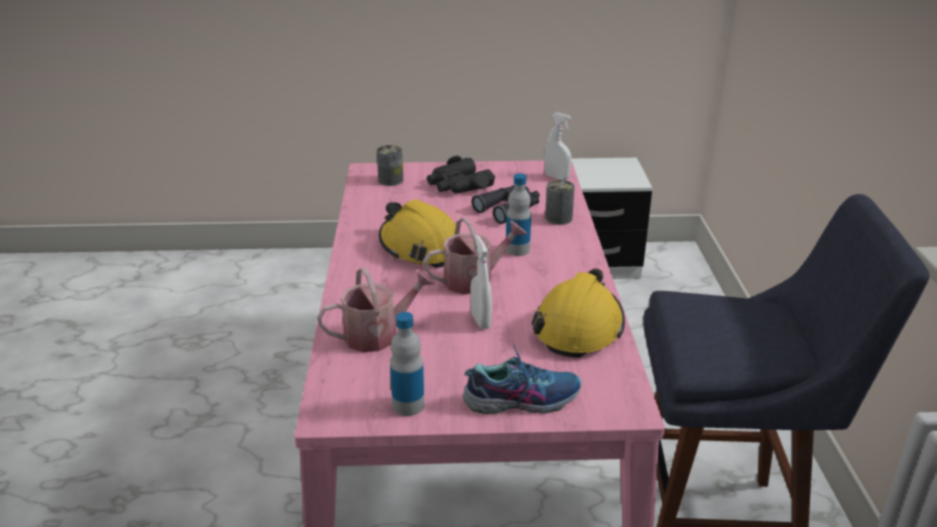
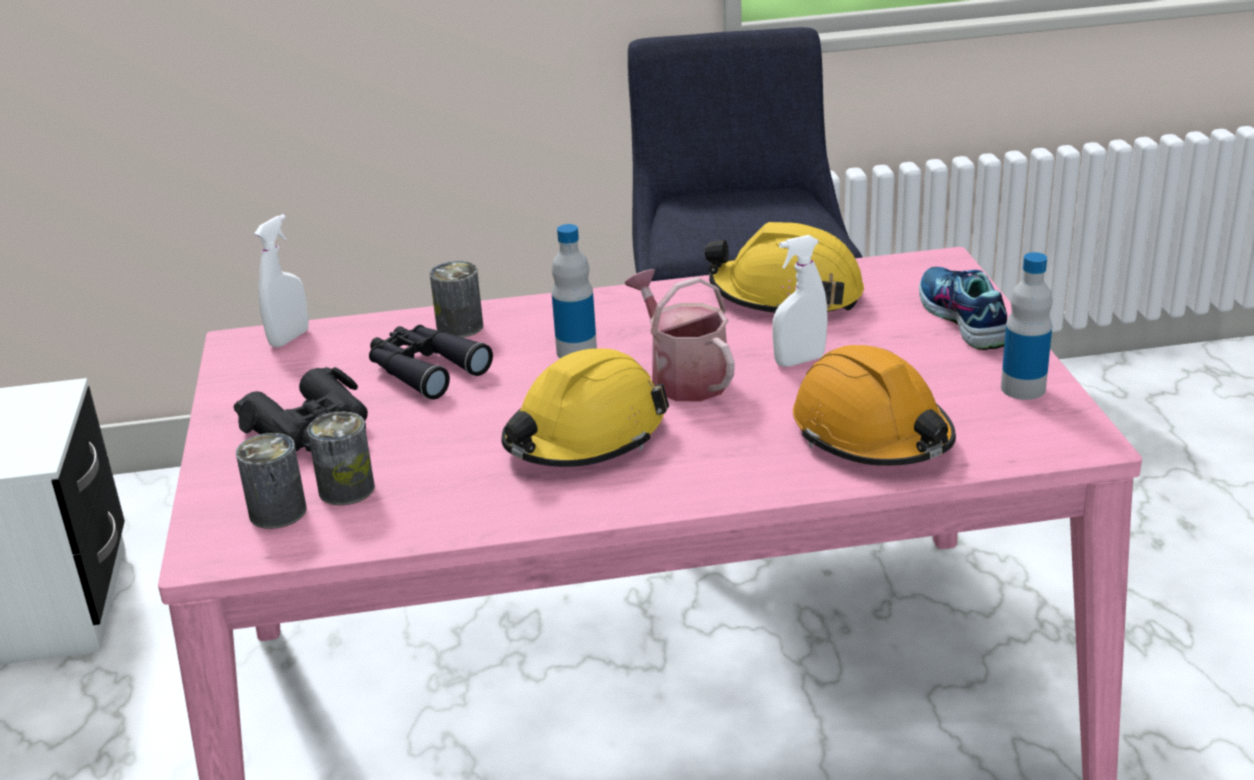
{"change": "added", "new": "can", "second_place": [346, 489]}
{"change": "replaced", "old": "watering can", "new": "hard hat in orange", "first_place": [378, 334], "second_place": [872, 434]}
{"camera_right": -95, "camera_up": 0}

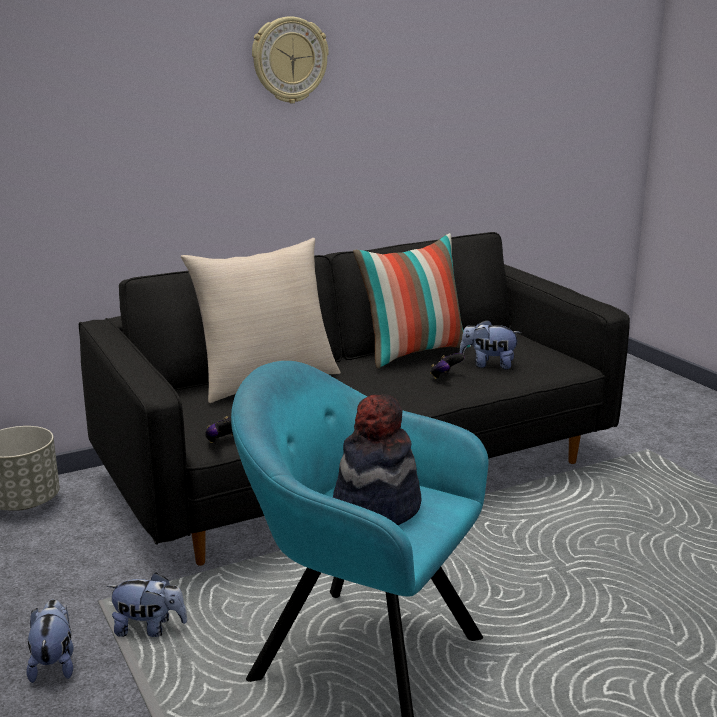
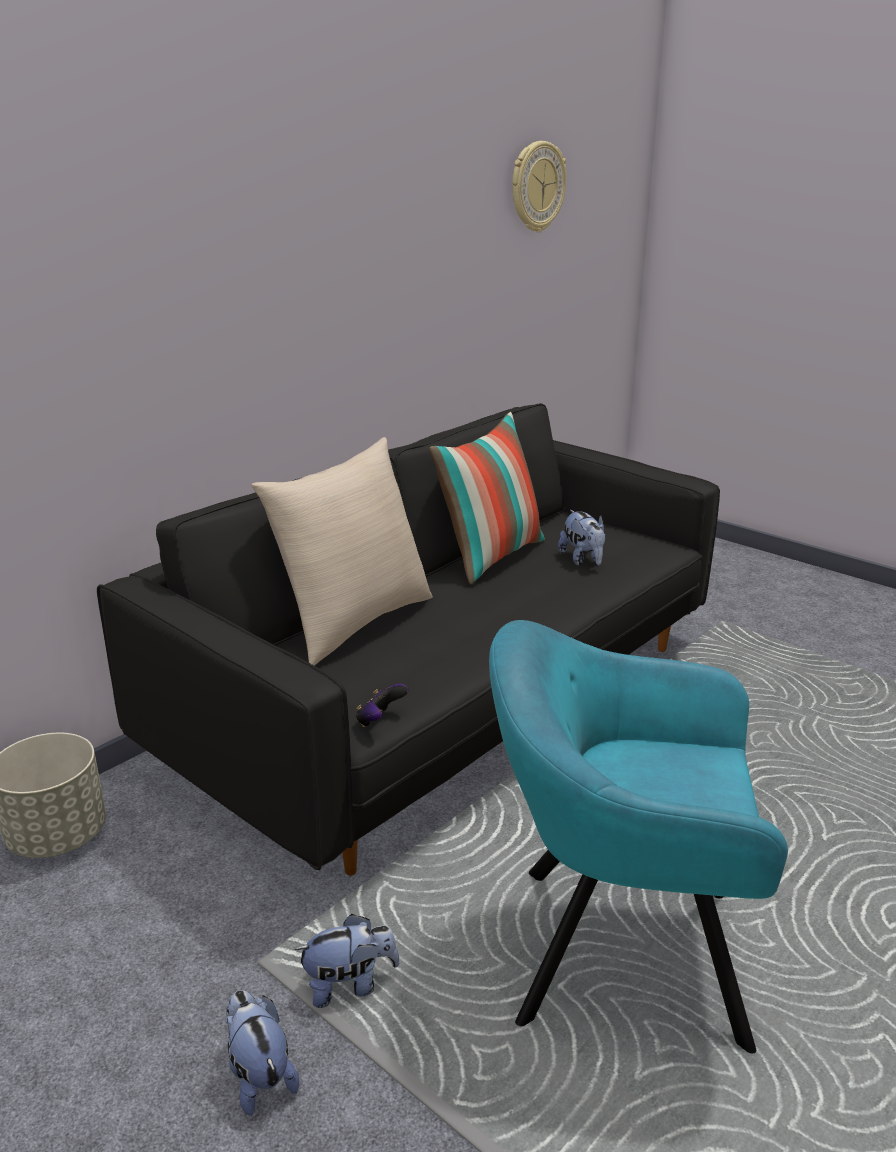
{"change": "moved", "old": "wall clock", "first_place": [289, 60], "second_place": [536, 187]}
{"change": "turned", "old": "plush toy", "first_place": [488, 364], "second_place": [583, 560], "degrees": -105}
{"change": "removed", "old": "hat", "first_place": [375, 507]}
{"change": "removed", "old": "game controller", "first_place": [445, 376]}
{"camera_right": -20, "camera_up": 5}

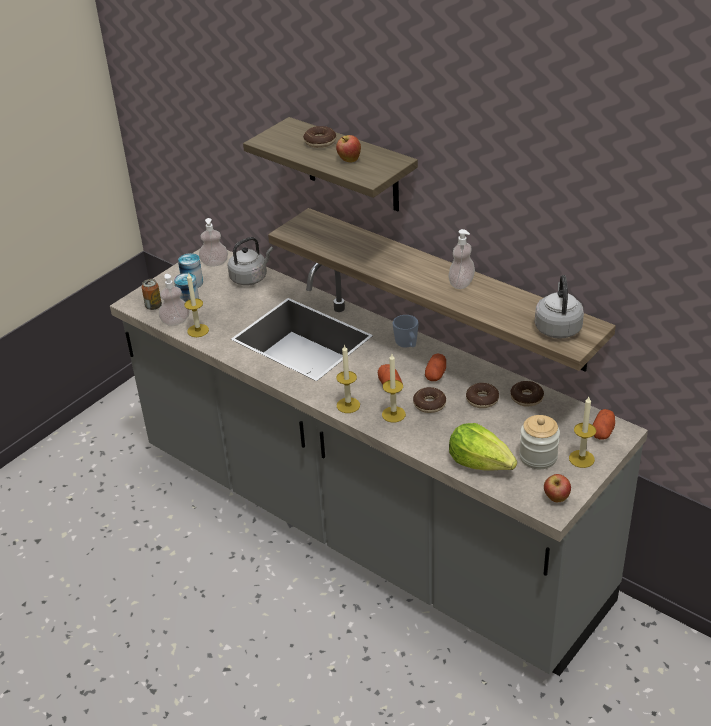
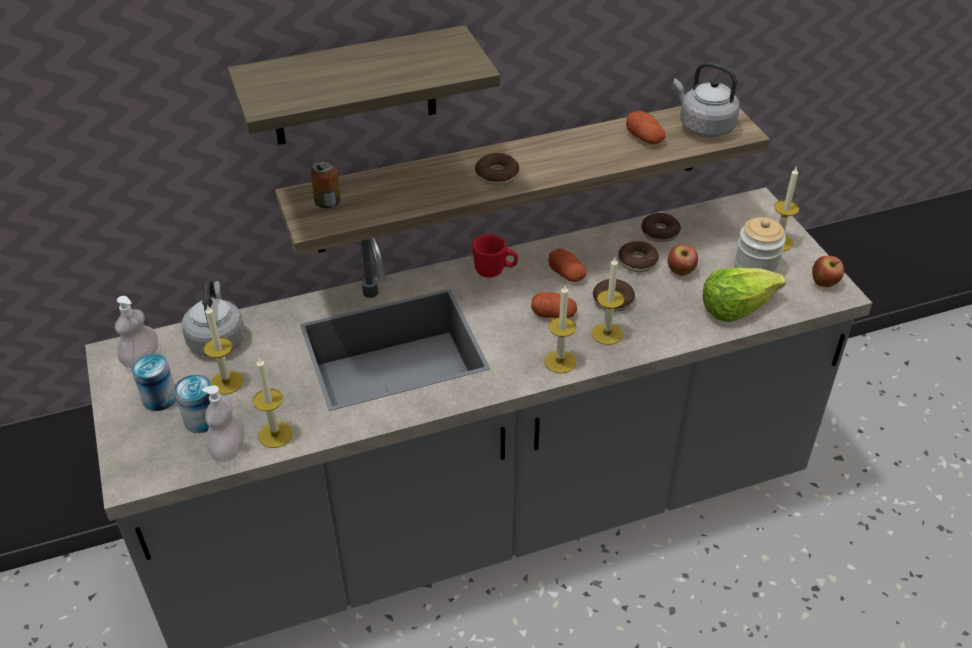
{"change": "added", "new": "candle", "second_place": [226, 382]}
{"change": "moved", "old": "can", "first_place": [153, 306], "second_place": [328, 203]}
{"change": "recoloured", "old": "mug in blue", "new": "mug in red", "first_place": [407, 345], "second_place": [495, 271]}
{"change": "moved", "old": "donut", "first_place": [320, 142], "second_place": [497, 175]}
{"change": "moved", "old": "potato", "first_place": [602, 432], "second_place": [644, 138]}
{"change": "moved", "old": "apple", "first_place": [349, 160], "second_place": [680, 272]}
{"change": "removed", "old": "soap dispenser", "first_place": [461, 283]}
{"camera_right": -60, "camera_up": 5}

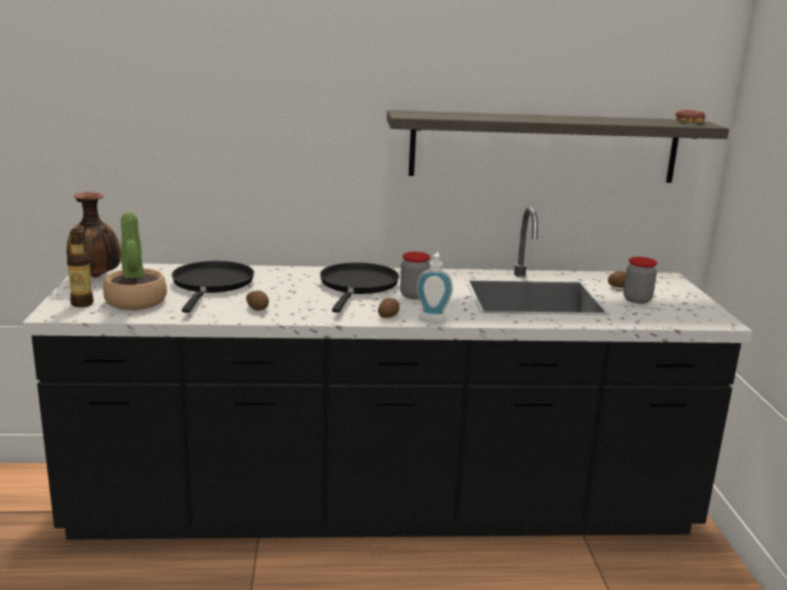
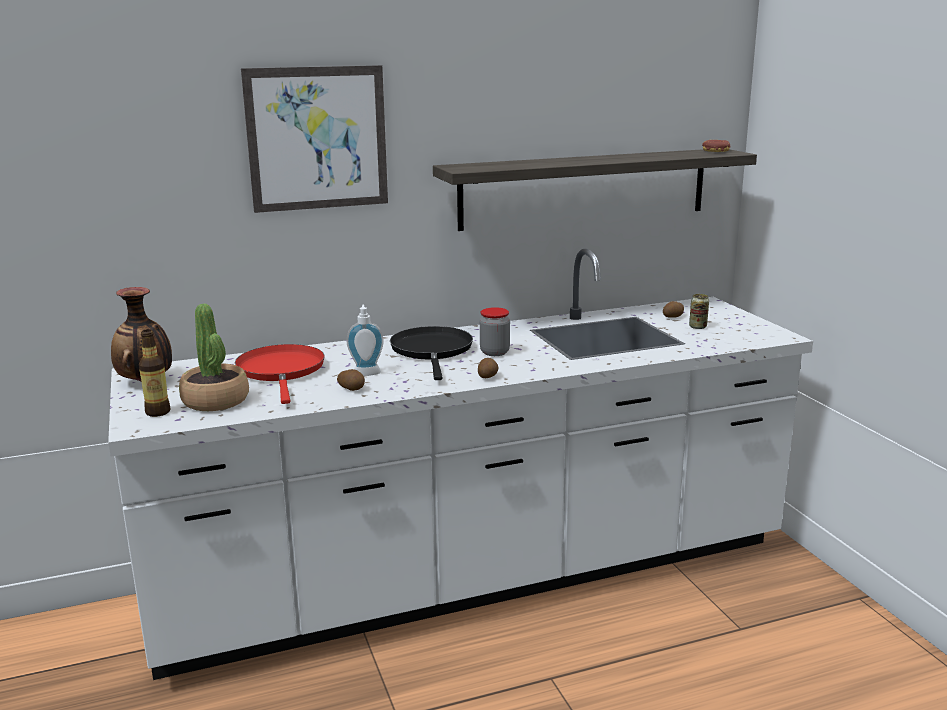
{"change": "recoloured", "old": "counter in black", "new": "counter in white", "first_place": [384, 509], "second_place": [475, 577]}
{"change": "recoloured", "old": "frying pan in black", "new": "frying pan in red", "first_place": [212, 284], "second_place": [281, 371]}
{"change": "added", "new": "picture", "second_place": [317, 138]}
{"change": "moved", "old": "soap dispenser", "first_place": [433, 318], "second_place": [366, 372]}
{"change": "replaced", "old": "jar", "new": "can", "first_place": [637, 300], "second_place": [698, 327]}
{"camera_right": -15, "camera_up": 0}

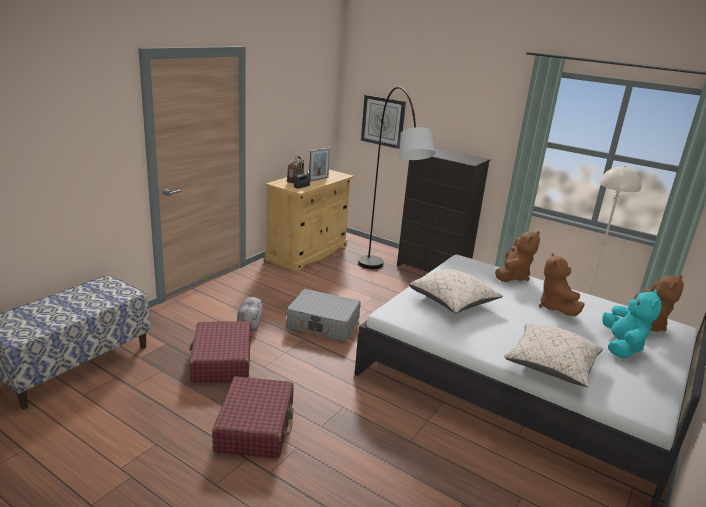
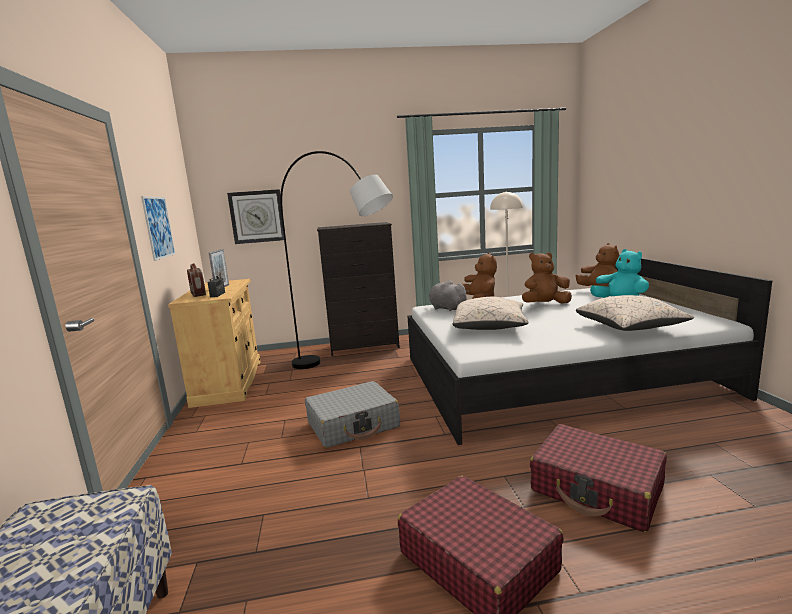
{"change": "added", "new": "picture", "second_place": [158, 227]}
{"change": "moved", "old": "plush toy in grey", "first_place": [250, 323], "second_place": [446, 308]}
{"change": "turned", "old": "plush toy in brown", "first_place": [556, 308], "second_place": [545, 304], "degrees": 120}
{"change": "moved", "old": "suitcase in red", "first_place": [221, 361], "second_place": [597, 489]}
{"camera_right": -40, "camera_up": -10}

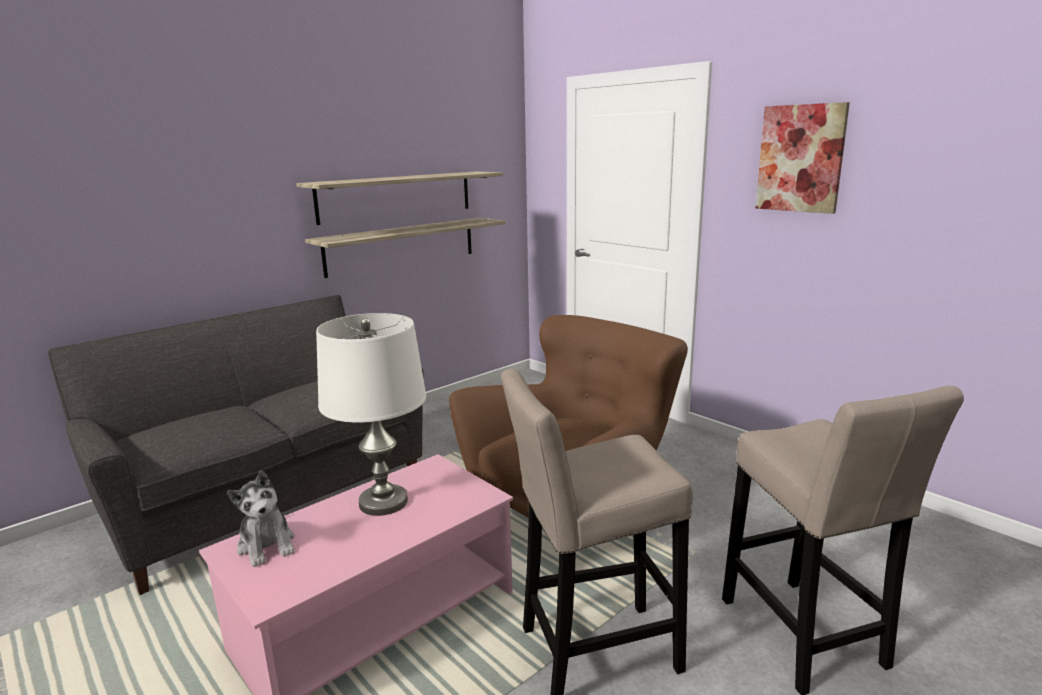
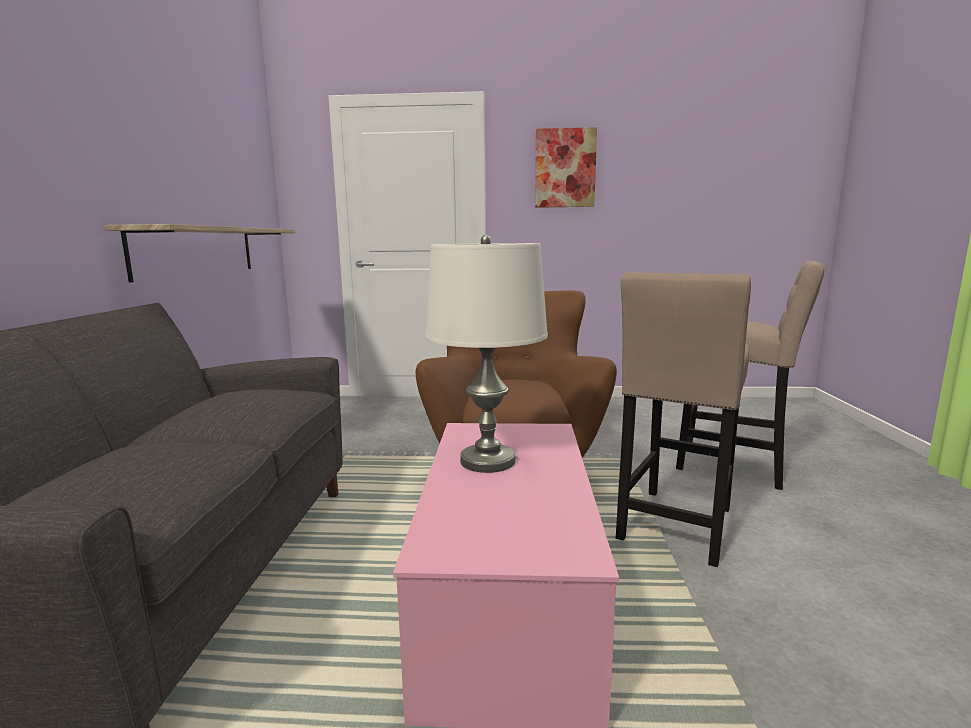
{"change": "removed", "old": "plush toy", "first_place": [267, 545]}
{"change": "removed", "old": "shelf", "first_place": [397, 196]}
{"camera_right": -45, "camera_up": -5}

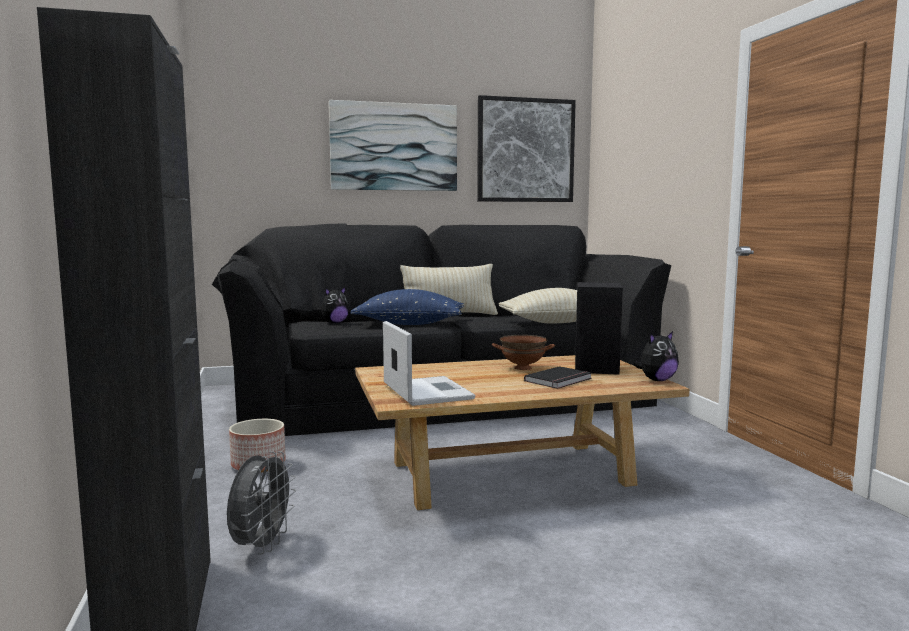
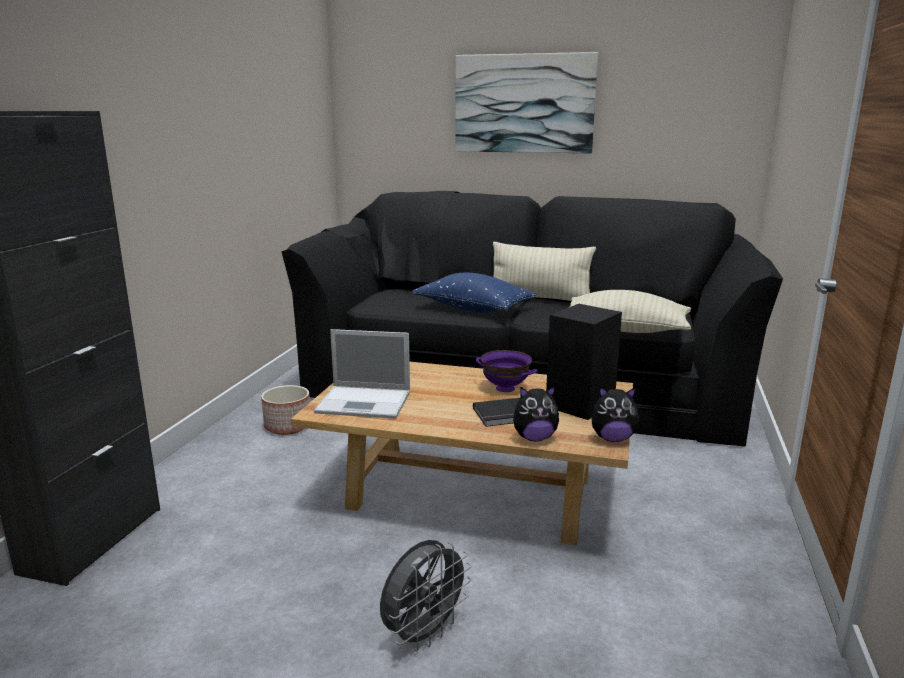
{"change": "turned", "old": "laptop", "first_place": [426, 391], "second_place": [366, 402], "degrees": 90}
{"change": "moved", "old": "fan in grey", "first_place": [261, 546], "second_place": [424, 634]}
{"change": "recoloured", "old": "bowl in brown", "new": "bowl in purple", "first_place": [522, 368], "second_place": [505, 388]}
{"change": "moved", "old": "plush toy", "first_place": [335, 323], "second_place": [534, 438]}
{"change": "removed", "old": "picture", "first_place": [525, 150]}
{"camera_right": 30, "camera_up": 10}

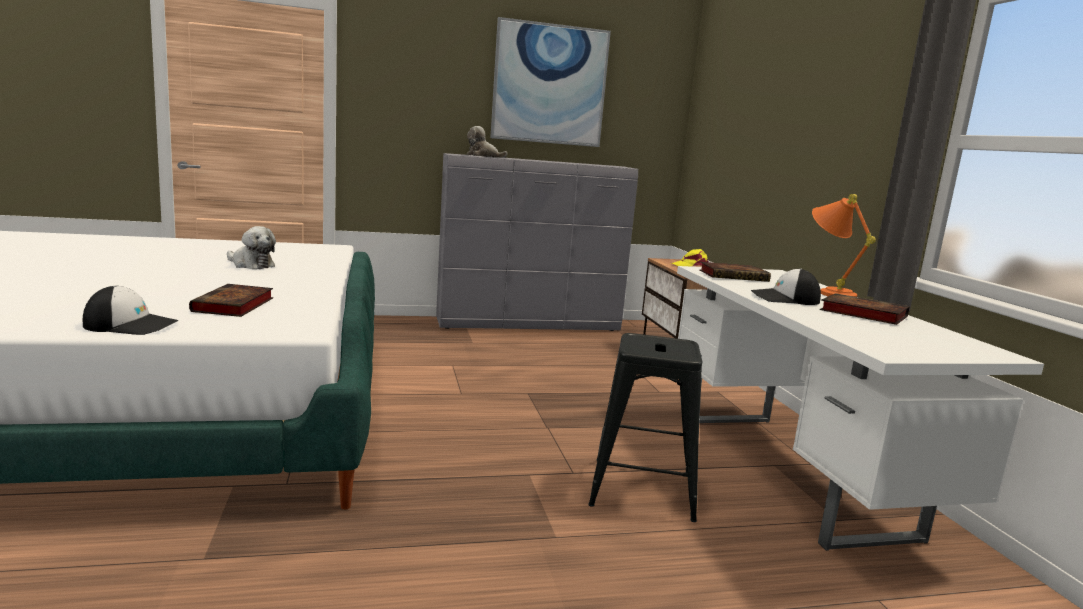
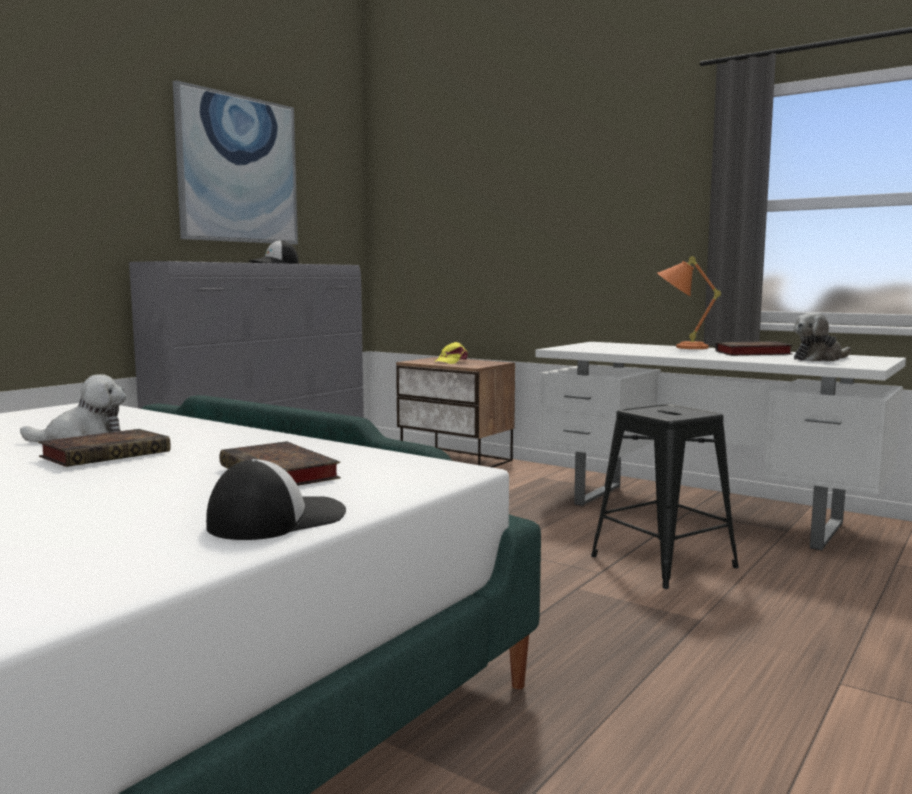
{"change": "moved", "old": "book", "first_place": [734, 276], "second_place": [108, 454]}
{"change": "moved", "old": "cap", "first_place": [784, 298], "second_place": [274, 263]}
{"change": "moved", "old": "plush toy", "first_place": [483, 156], "second_place": [819, 359]}
{"camera_right": -40, "camera_up": -5}

